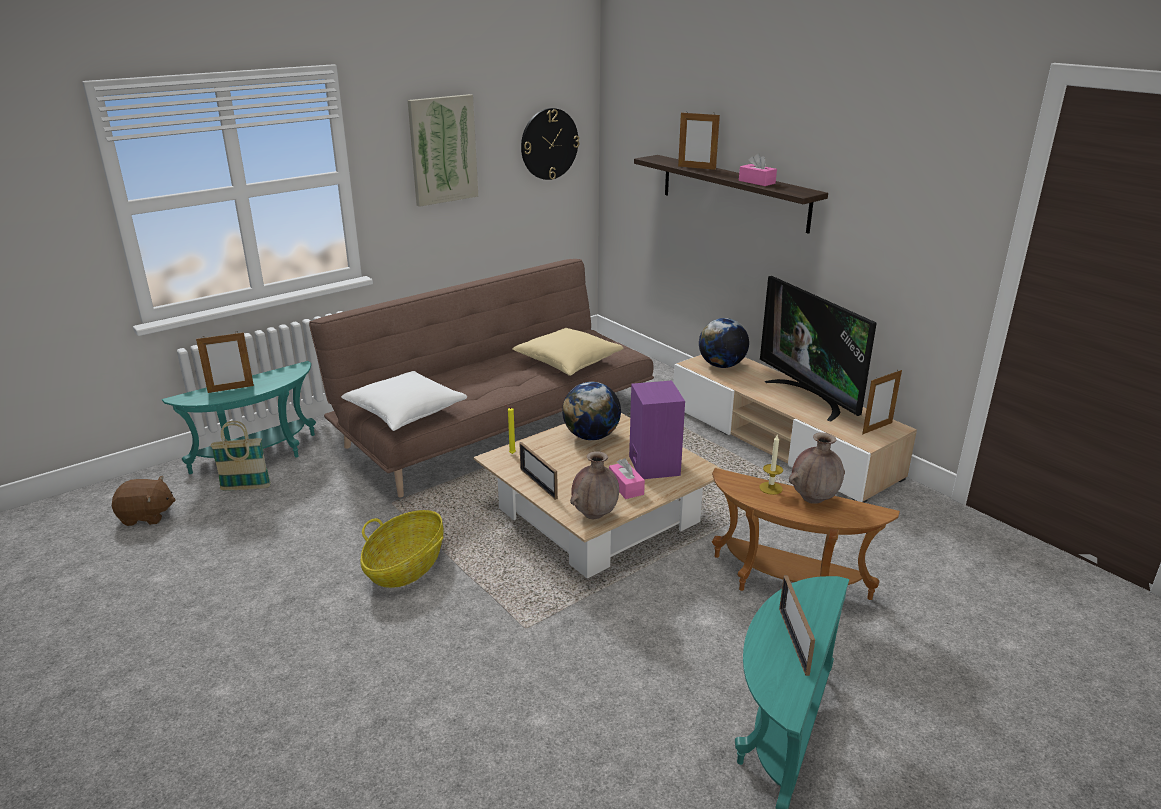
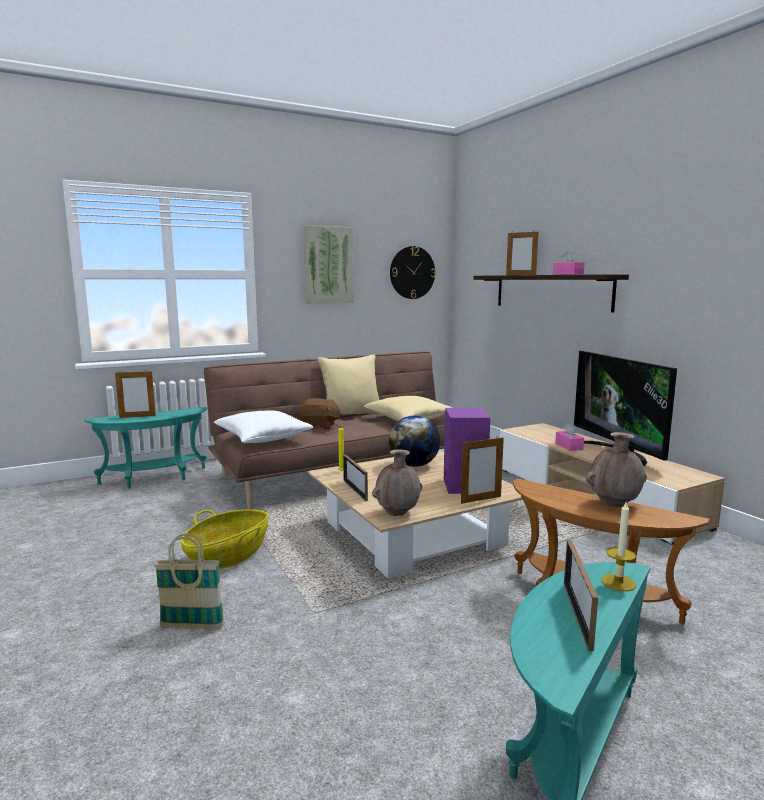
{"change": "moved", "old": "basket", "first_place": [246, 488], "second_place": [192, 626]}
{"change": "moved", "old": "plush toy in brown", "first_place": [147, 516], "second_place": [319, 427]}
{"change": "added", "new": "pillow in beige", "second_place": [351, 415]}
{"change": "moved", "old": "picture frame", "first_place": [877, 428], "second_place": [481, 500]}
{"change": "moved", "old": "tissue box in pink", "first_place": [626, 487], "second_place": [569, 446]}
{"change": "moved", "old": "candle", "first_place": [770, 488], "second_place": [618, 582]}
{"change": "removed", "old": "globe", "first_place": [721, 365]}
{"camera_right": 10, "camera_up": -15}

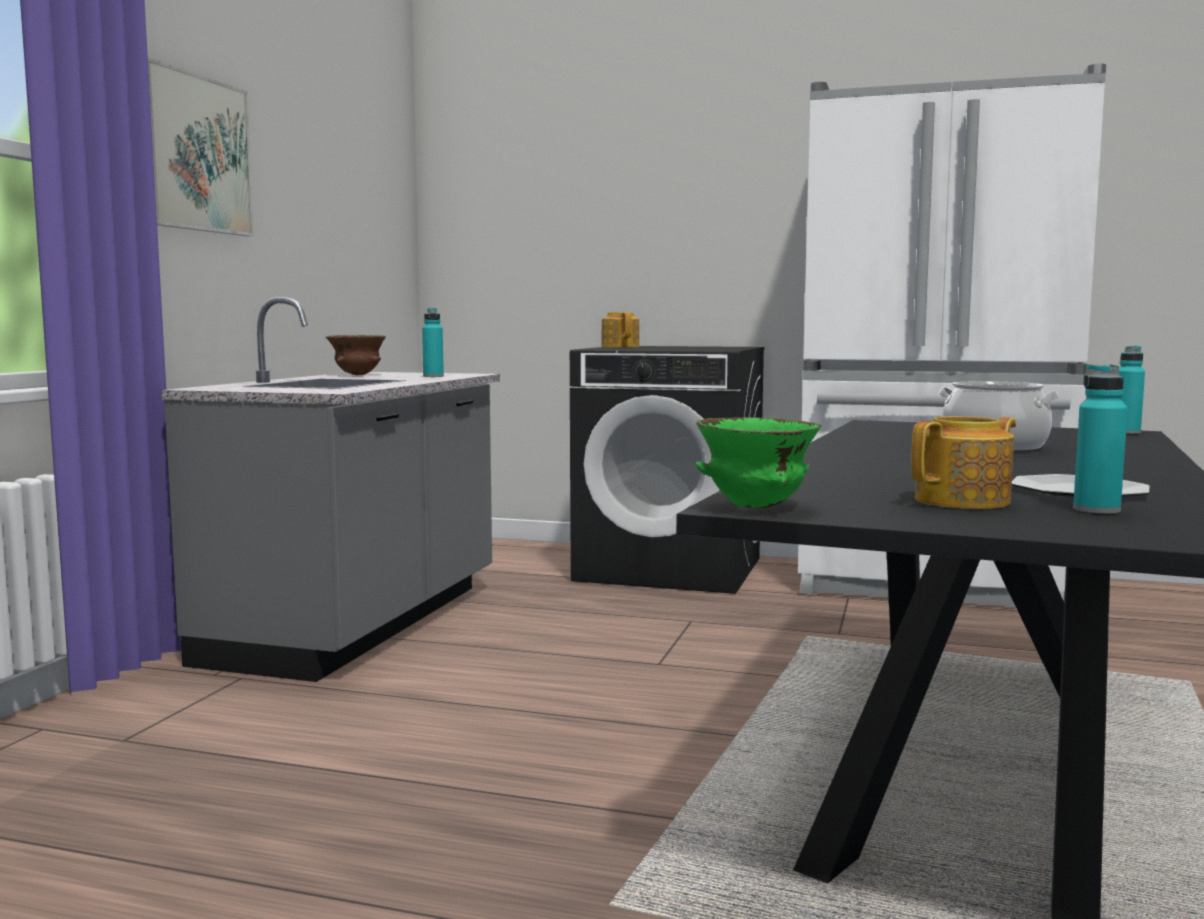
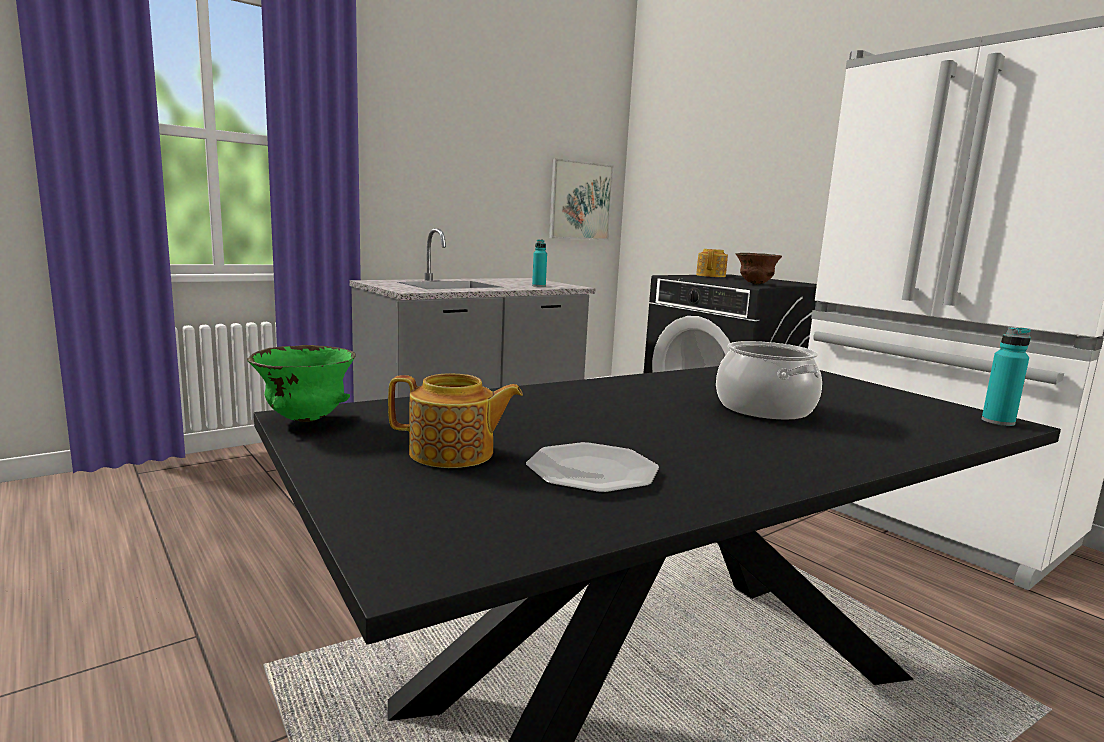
{"change": "moved", "old": "picture", "first_place": [196, 153], "second_place": [580, 201]}
{"change": "moved", "old": "bowl in brown", "first_place": [357, 375], "second_place": [755, 284]}
{"change": "removed", "old": "bottle in turquoise", "first_place": [1096, 510]}
{"camera_right": 35, "camera_up": 5}

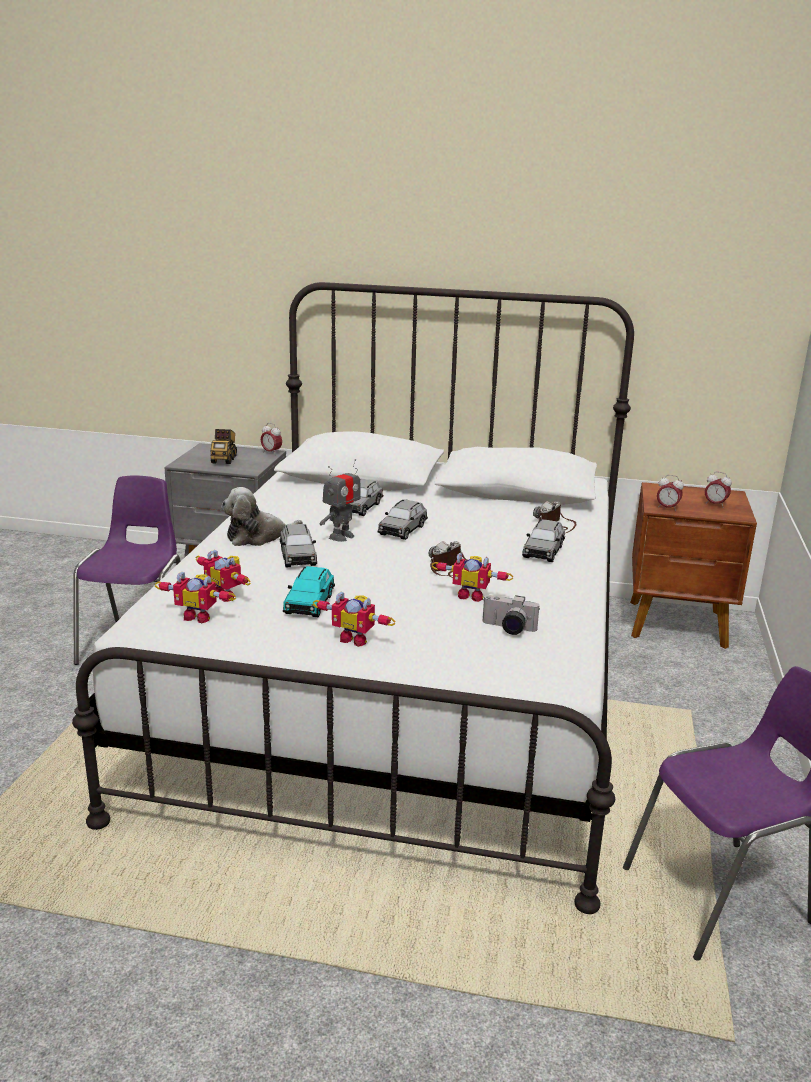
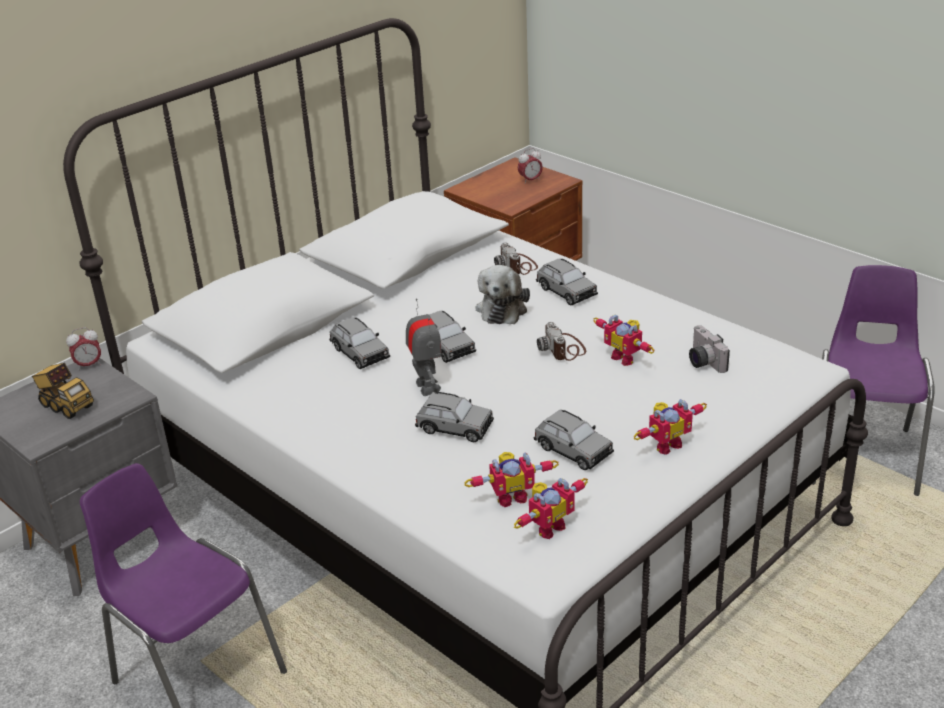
{"change": "moved", "old": "plush toy", "first_place": [258, 537], "second_place": [502, 308]}
{"change": "recoloured", "old": "toy car in turquoise", "new": "toy car in grey", "first_place": [309, 604], "second_place": [573, 450]}
{"change": "turned", "old": "toy robot", "first_place": [471, 595], "second_place": [625, 357], "degrees": 90}
{"change": "turned", "old": "photo camera", "first_place": [507, 629], "second_place": [702, 361], "degrees": 105}
{"change": "removed", "old": "alarm clock", "first_place": [667, 508]}
{"camera_right": -55, "camera_up": 10}

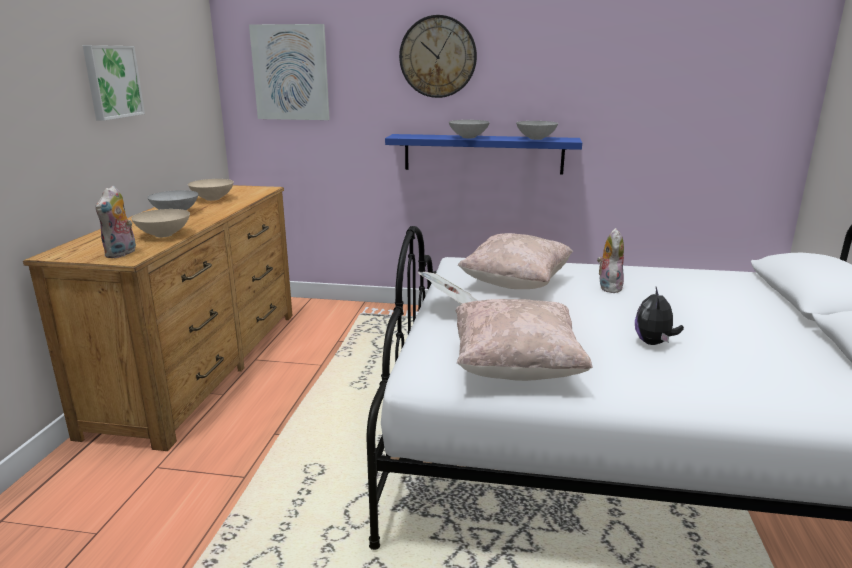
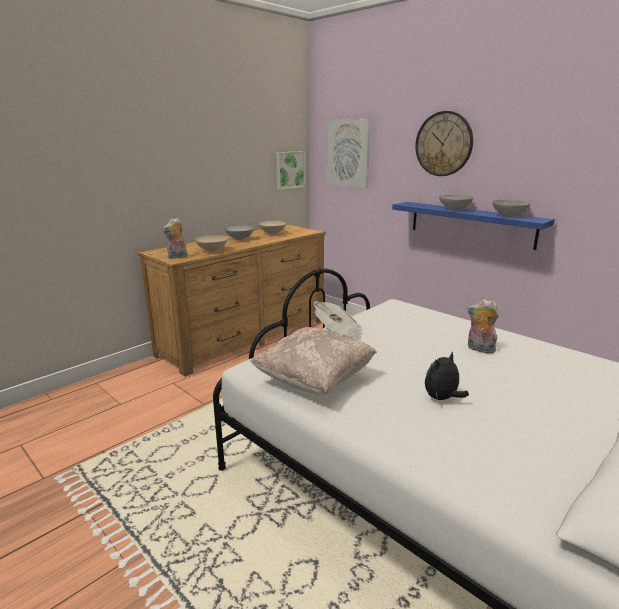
{"change": "moved", "old": "picture", "first_place": [112, 82], "second_place": [289, 170]}
{"change": "turned", "old": "plush toy", "first_place": [608, 287], "second_place": [479, 349], "degrees": -105}
{"change": "removed", "old": "pillow in beige", "first_place": [515, 283]}
{"camera_right": 35, "camera_up": 0}

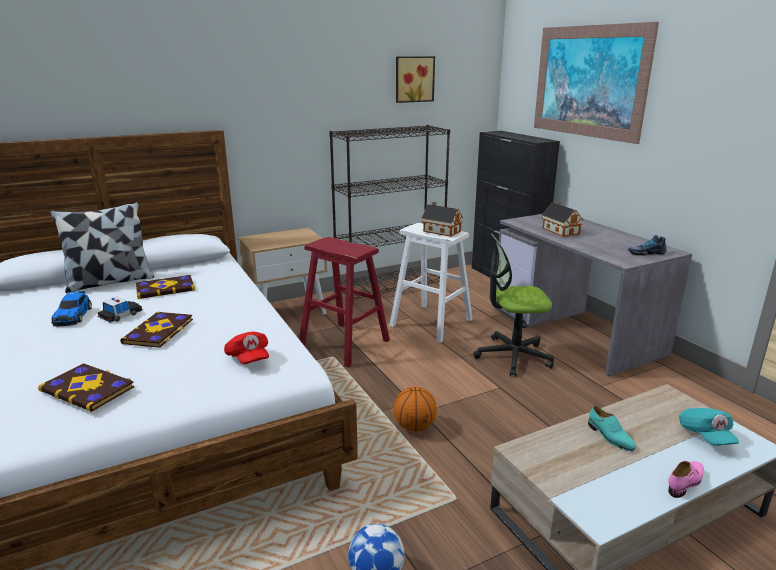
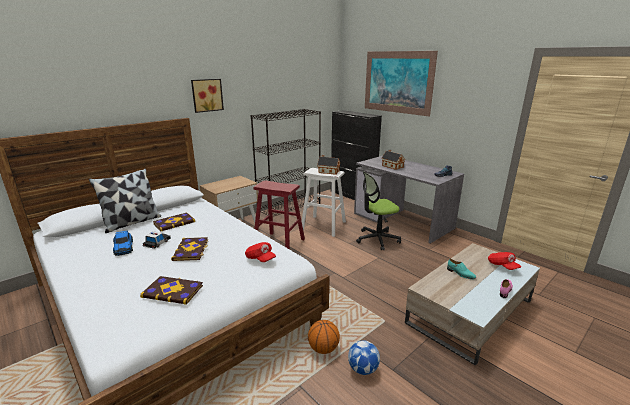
{"change": "moved", "old": "picture", "first_place": [413, 79], "second_place": [206, 95]}
{"change": "moved", "old": "basketball", "first_place": [414, 427], "second_place": [323, 349]}
{"change": "recoloured", "old": "cap in turquoise", "new": "cap in red", "first_place": [705, 436], "second_place": [502, 266]}
{"camera_right": -15, "camera_up": 0}

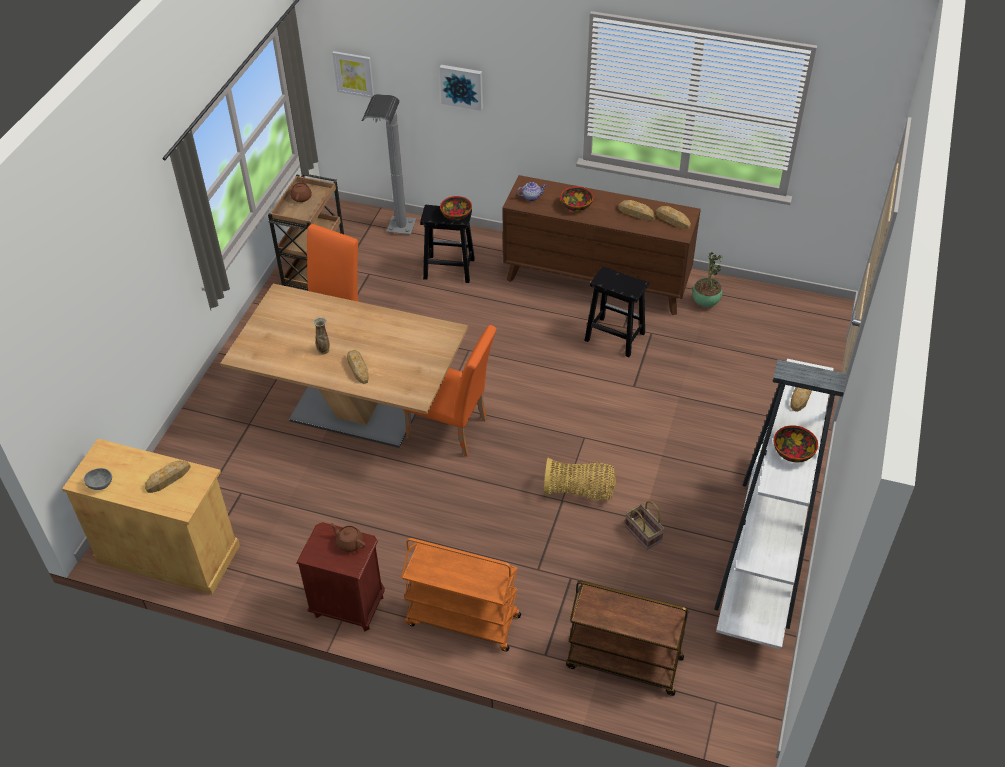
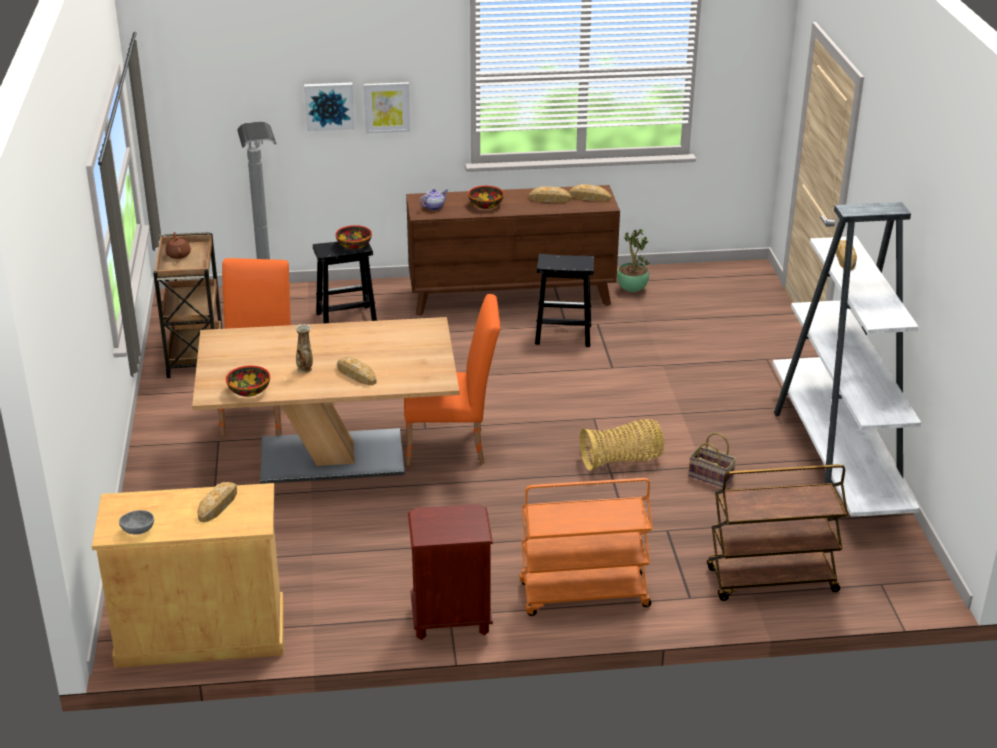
{"change": "moved", "old": "bowl", "first_place": [792, 452], "second_place": [248, 391]}
{"change": "moved", "old": "picture", "first_place": [354, 73], "second_place": [387, 107]}
{"change": "removed", "old": "teapot in brown", "first_place": [349, 543]}
{"camera_right": -25, "camera_up": -15}

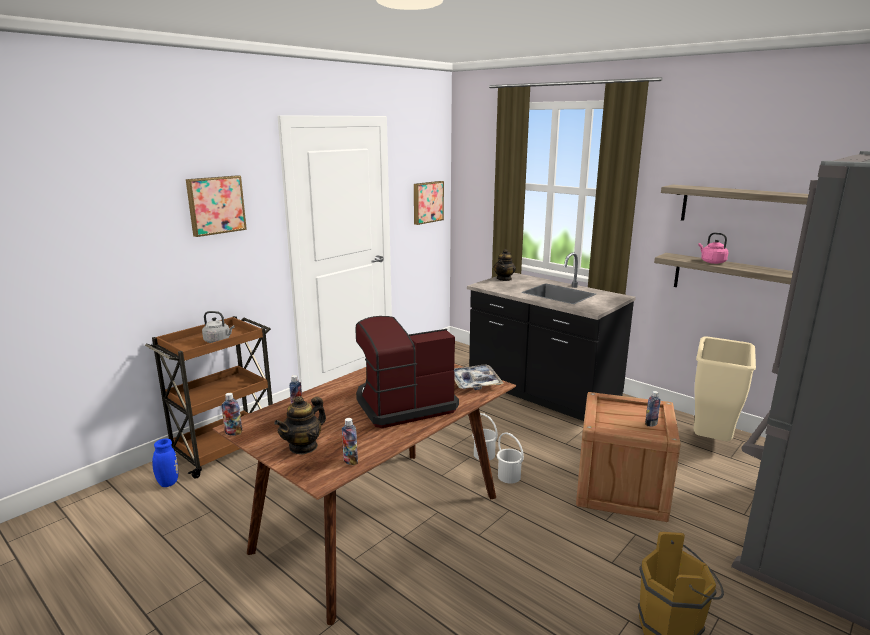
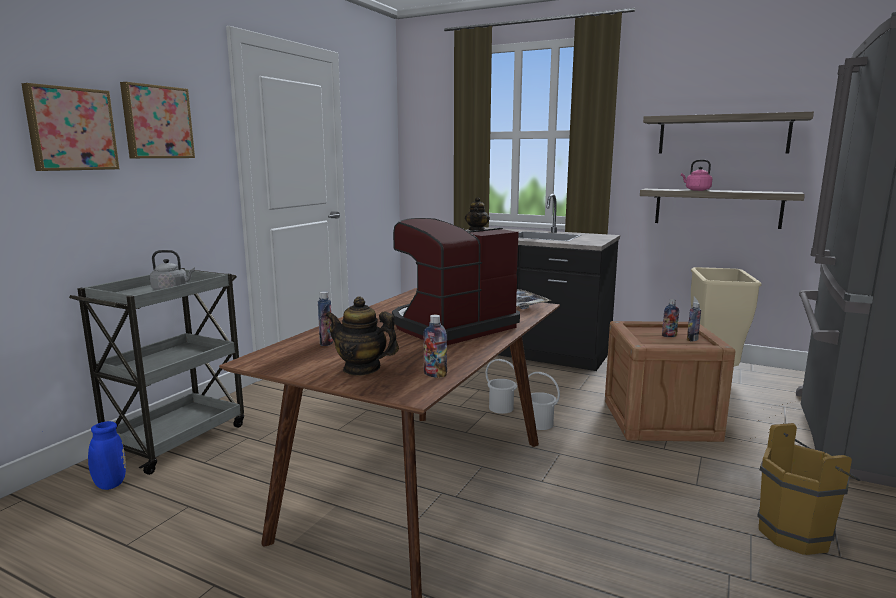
{"change": "moved", "old": "picture", "first_place": [427, 202], "second_place": [70, 129]}
{"change": "recoloured", "old": "cart in brown", "new": "cart in grey", "first_place": [225, 448], "second_place": [177, 439]}
{"change": "turned", "old": "teapot", "first_place": [303, 446], "second_place": [362, 369], "degrees": 90}
{"change": "moved", "old": "bottle", "first_place": [233, 433], "second_place": [669, 336]}
{"camera_right": -15, "camera_up": -5}

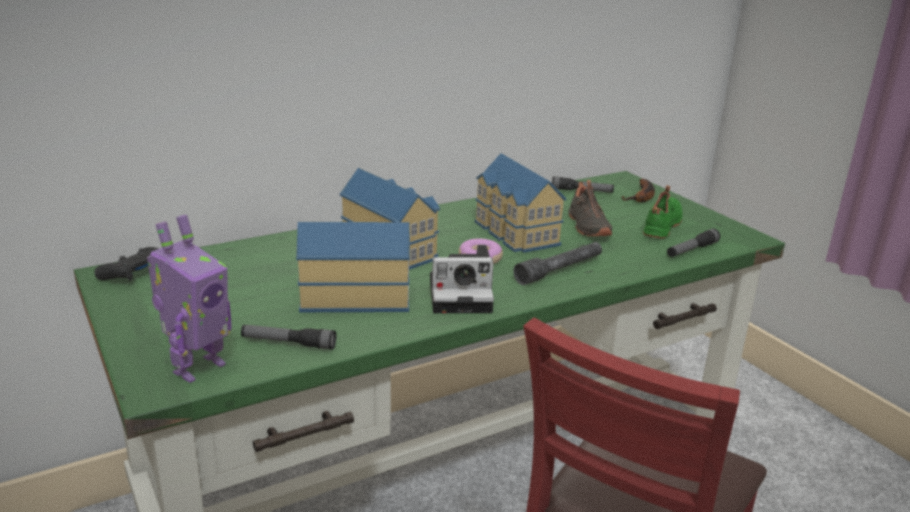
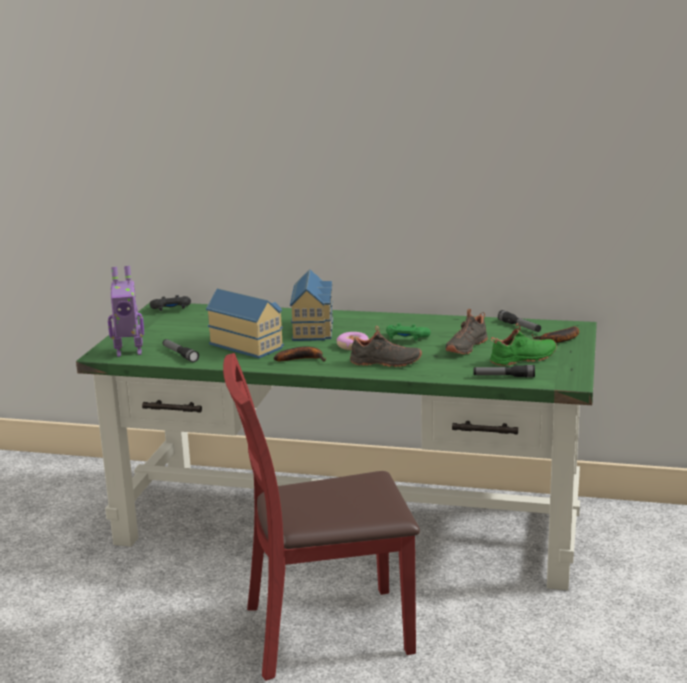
{"change": "replaced", "old": "photo camera", "new": "banana", "first_place": [463, 295], "second_place": [302, 359]}
{"change": "replaced", "old": "flashlight in grey", "new": "shoe in black", "first_place": [559, 270], "second_place": [385, 363]}
{"change": "replaced", "old": "toy house", "new": "game controller in green", "first_place": [514, 233], "second_place": [406, 338]}
{"camera_right": 45, "camera_up": -5}

